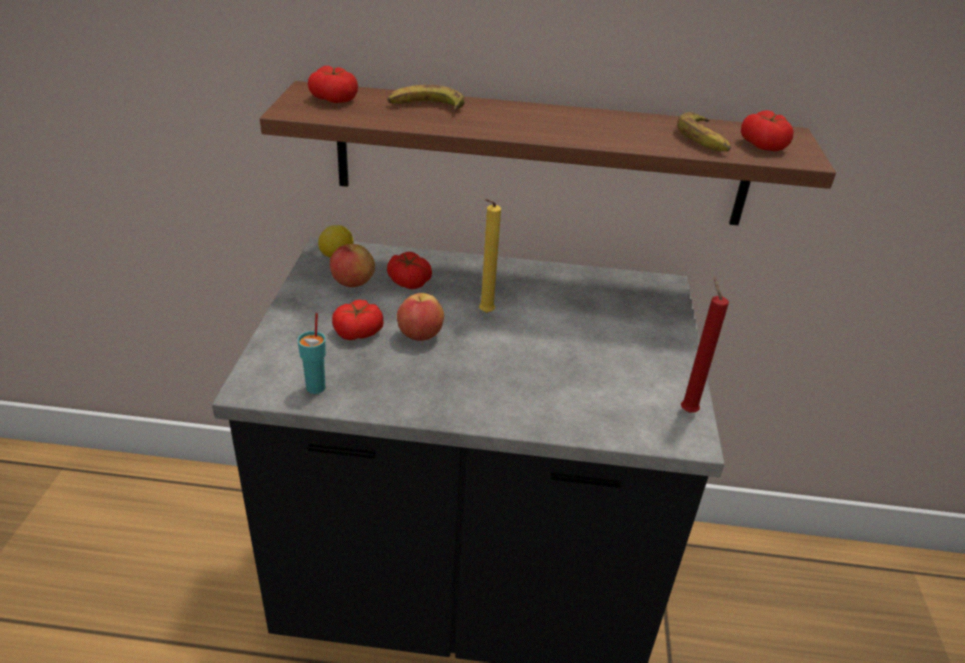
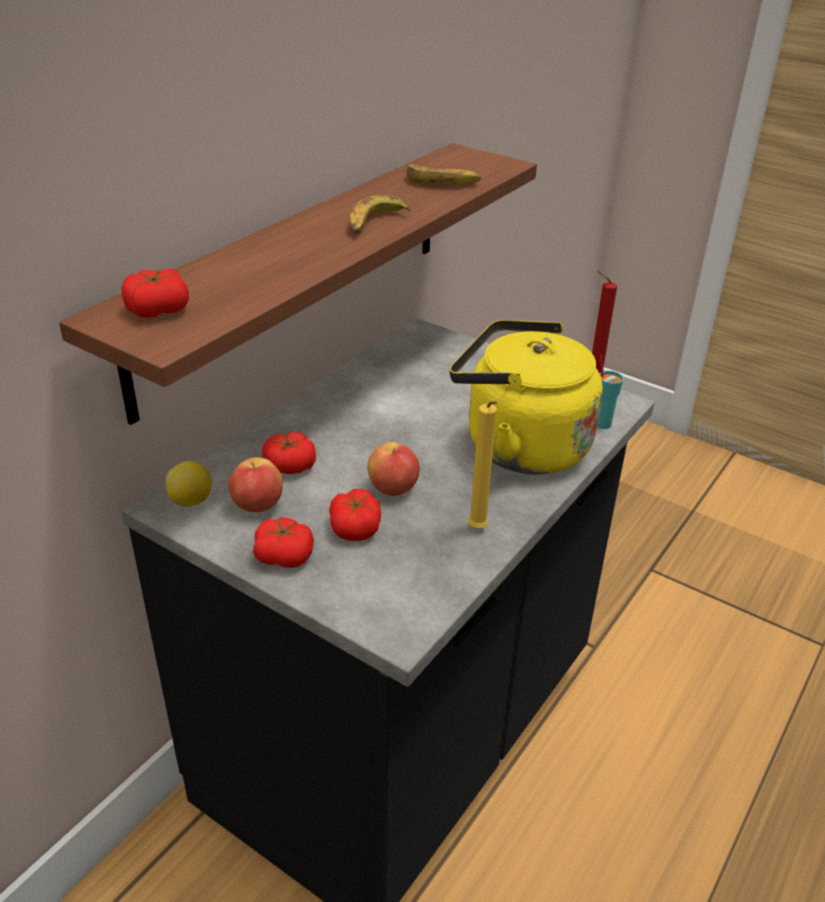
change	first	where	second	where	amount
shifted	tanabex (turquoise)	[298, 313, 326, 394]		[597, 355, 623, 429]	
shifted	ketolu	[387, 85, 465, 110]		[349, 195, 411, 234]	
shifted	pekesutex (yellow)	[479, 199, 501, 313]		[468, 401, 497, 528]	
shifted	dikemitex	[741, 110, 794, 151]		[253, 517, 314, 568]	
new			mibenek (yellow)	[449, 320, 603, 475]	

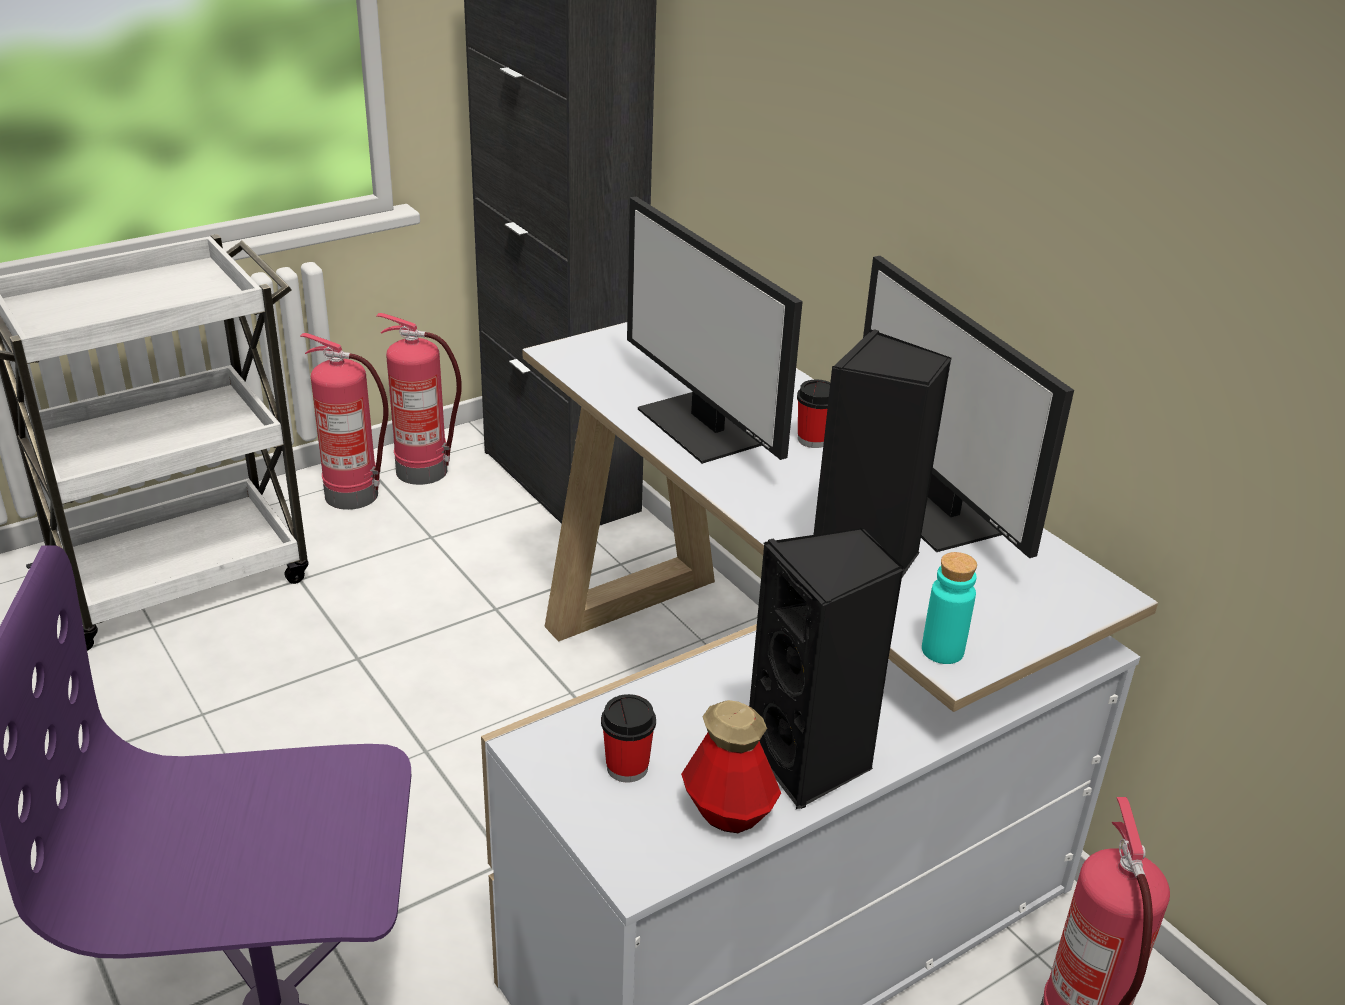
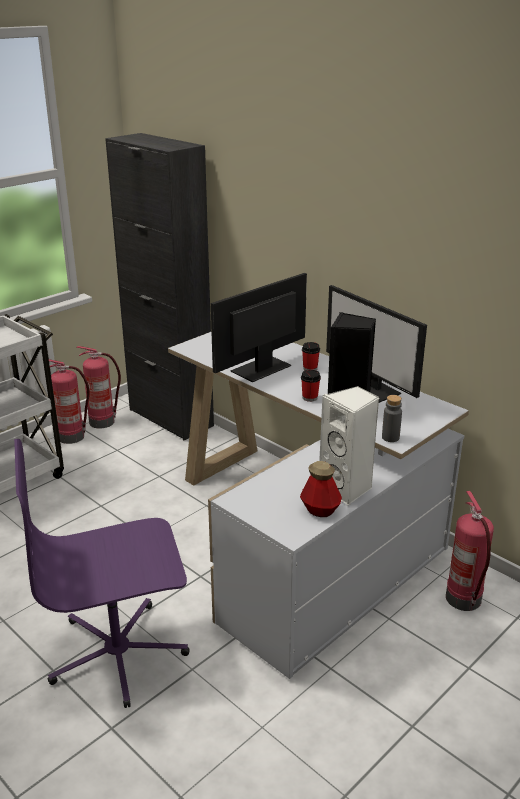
change	first	where	second	where	amount
shifted	tanabex	[601, 694, 656, 783]		[301, 370, 321, 402]	
rotated	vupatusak	[627, 196, 803, 464]		[211, 273, 307, 382]	90 degrees clockwise
repainted	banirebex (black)	[749, 528, 905, 809]	banirebex (white)	[319, 386, 379, 505]	
repainted	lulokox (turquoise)	[922, 552, 977, 664]	lulokox (grey)	[382, 395, 402, 442]	

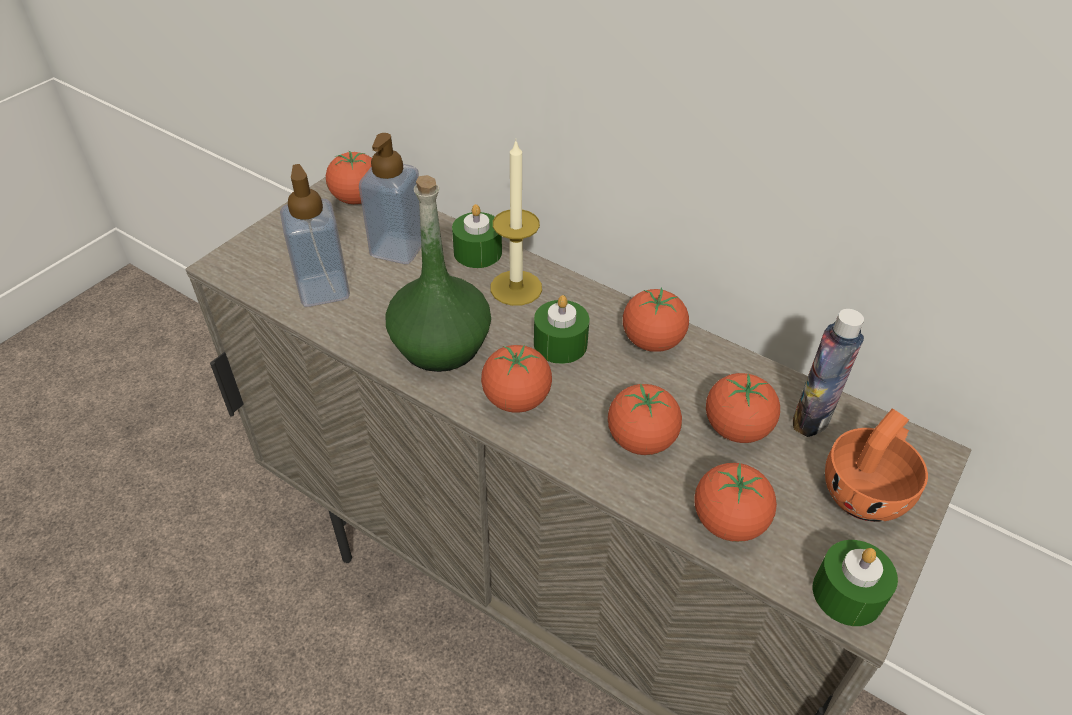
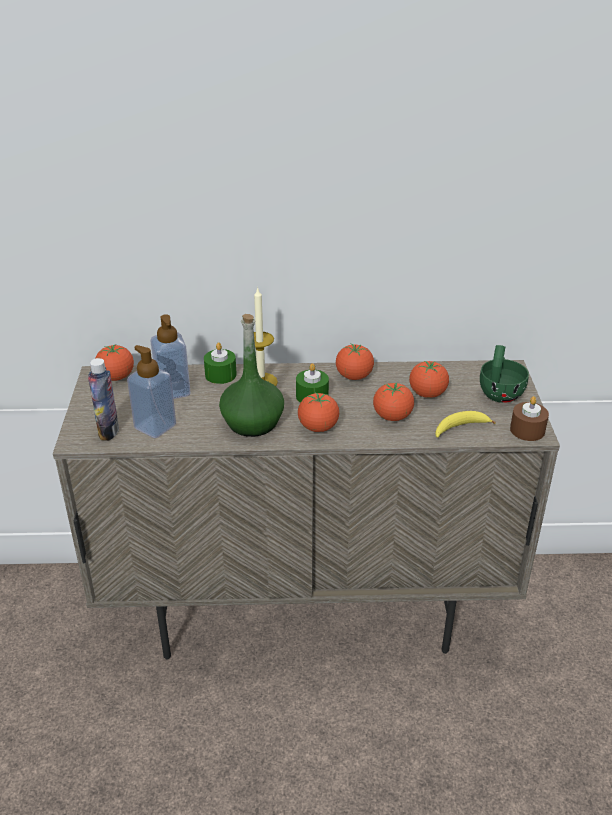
change	first	where	second	where	amount
swapped	dikemitex	[694, 463, 777, 542]	ketolu	[435, 411, 496, 438]	
shifted	lulokox	[793, 309, 864, 437]		[88, 358, 119, 440]	
repainted	pekesutex (green)	[813, 540, 898, 626]	pekesutex (brown)	[510, 396, 549, 441]	
repainted	tanabex (orange)	[825, 408, 928, 522]	tanabex (green)	[480, 345, 529, 403]	

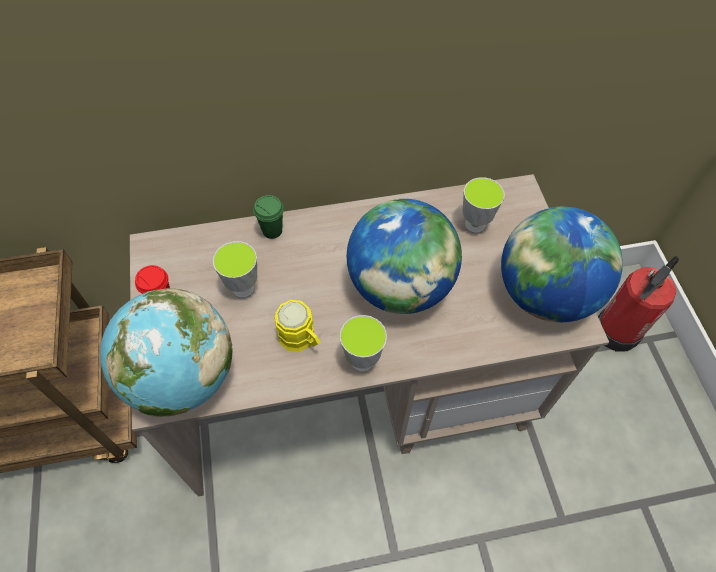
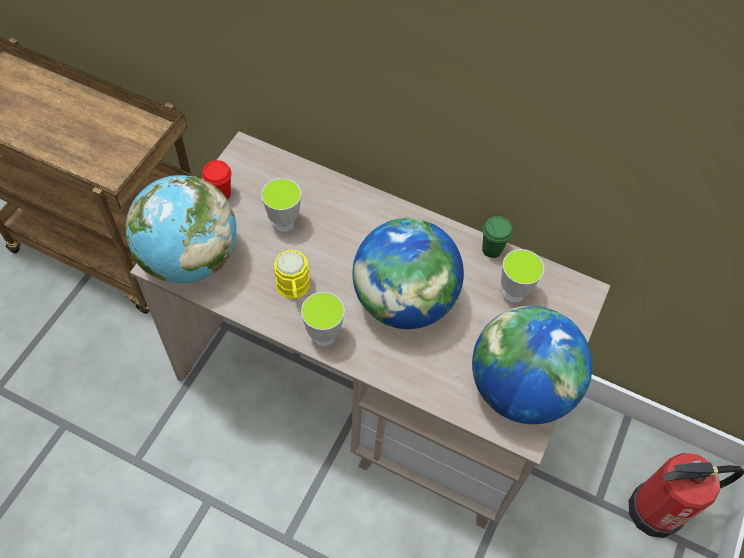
change	first	where	second	where	amount
shifted	tanabex (green)	[253, 195, 284, 239]		[482, 216, 513, 258]	

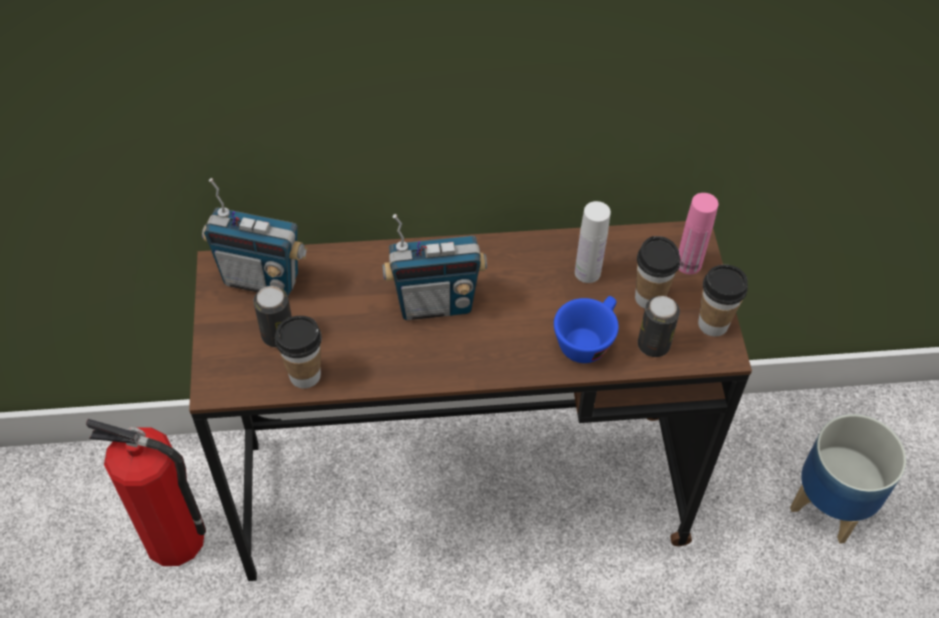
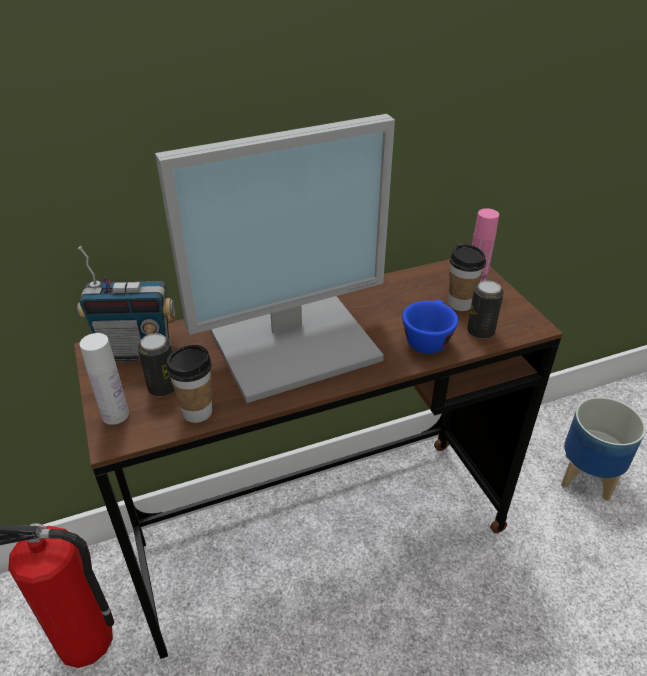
change	first	where	second	where	amount
swapped	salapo	[382, 214, 487, 320]	vupatusak	[155, 114, 395, 403]	
shifted	lulokox (white)	[575, 201, 611, 283]		[80, 333, 129, 425]	
gone	tanabex	[698, 265, 748, 337]			

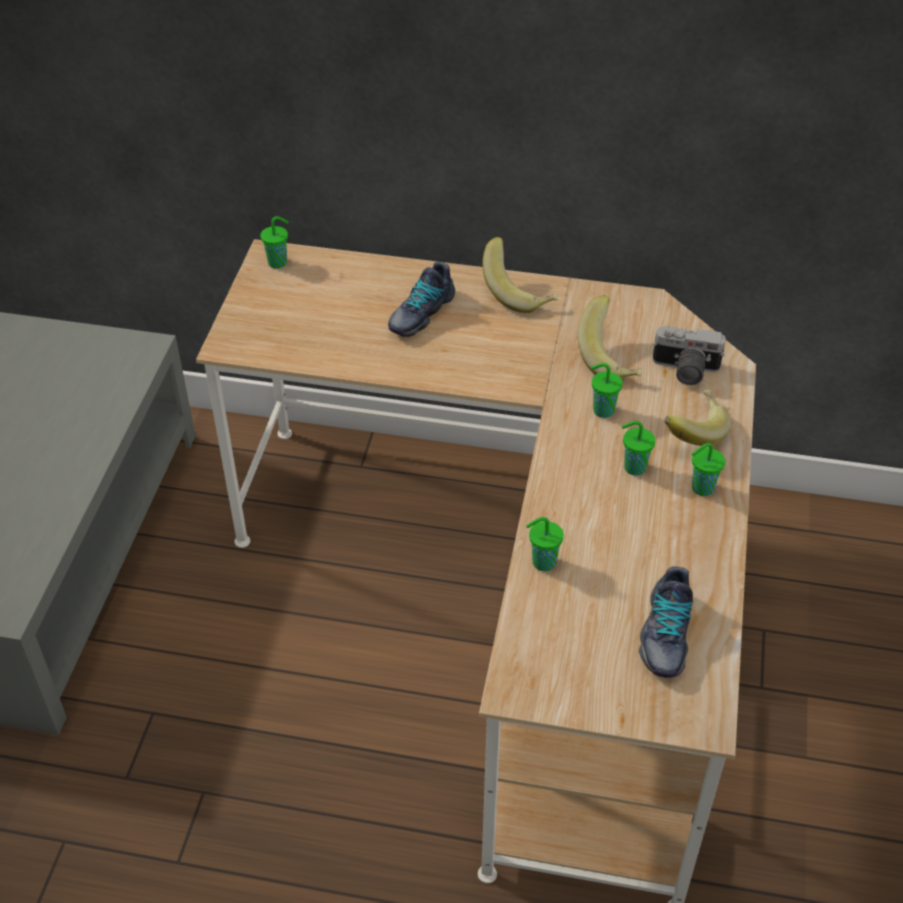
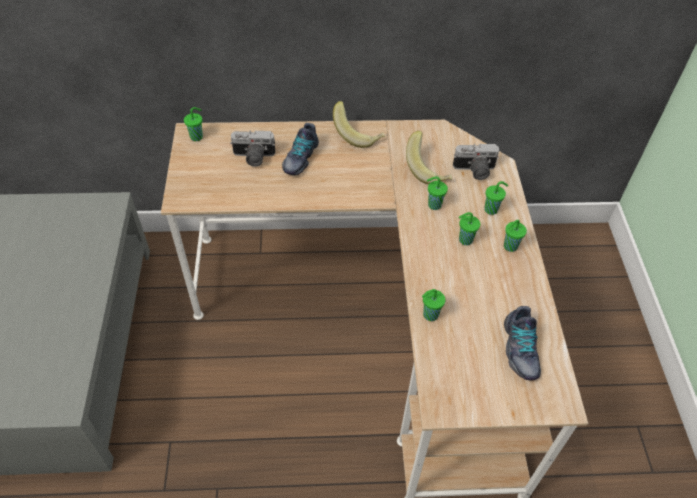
change	first	where	second	where	amount
swapped	ketolu	[664, 390, 731, 446]	tanabex (green)	[484, 181, 508, 215]	
new			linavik	[230, 130, 275, 167]	

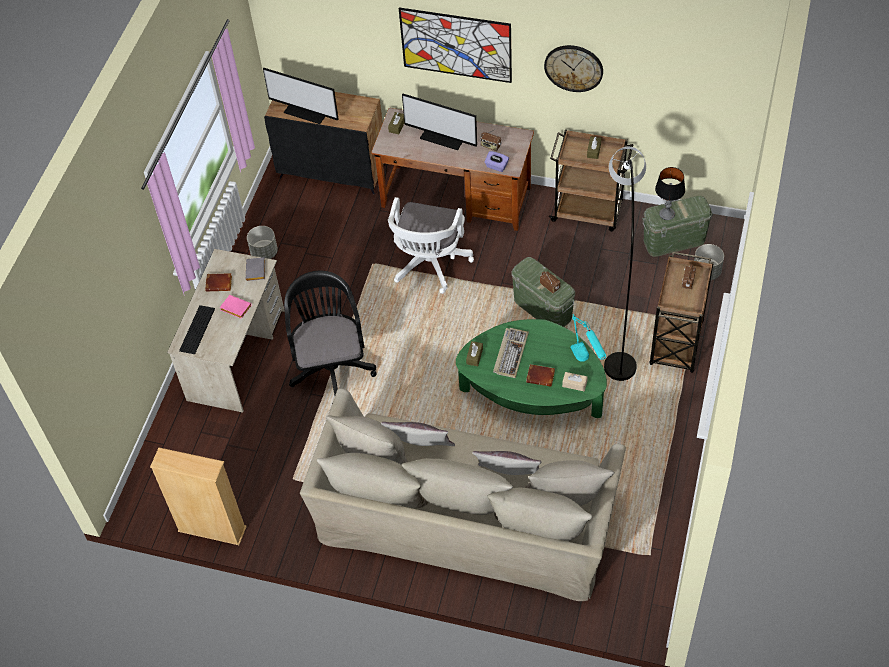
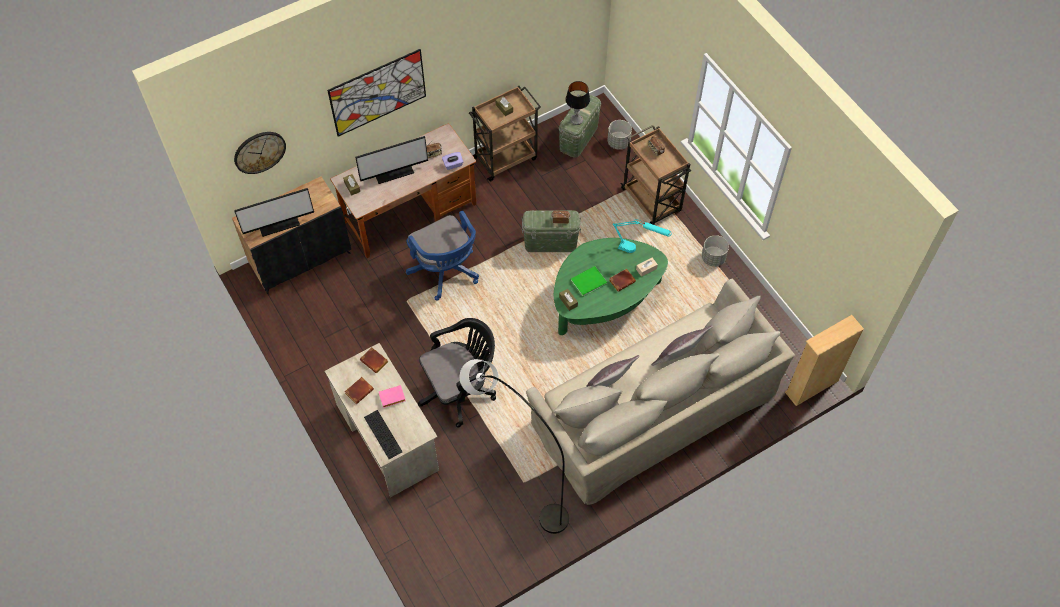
change	first	where	second	where	amount
shifted	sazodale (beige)	[150, 448, 247, 545]		[785, 315, 864, 406]	
repainted	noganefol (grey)	[246, 257, 265, 281]	noganefol (brown)	[360, 347, 388, 373]	
shifted	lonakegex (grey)	[247, 226, 278, 259]		[702, 235, 729, 267]	
rotated	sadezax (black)	[284, 271, 376, 403]		[418, 318, 496, 428]	120 degrees clockwise
repainted	sadezax (white)	[388, 197, 474, 294]	sadezax (blue)	[406, 210, 479, 300]	
swapped	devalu	[493, 328, 529, 378]	noganefol (green)	[570, 266, 607, 297]	
shifted	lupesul	[544, 45, 603, 92]		[234, 132, 286, 174]	
shifted	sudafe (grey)	[604, 147, 646, 381]		[460, 359, 569, 534]	

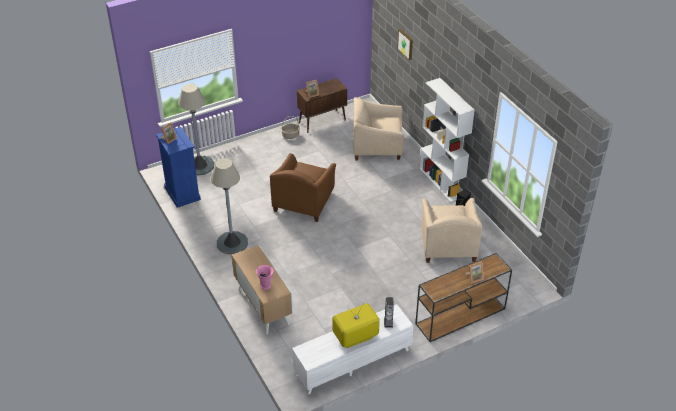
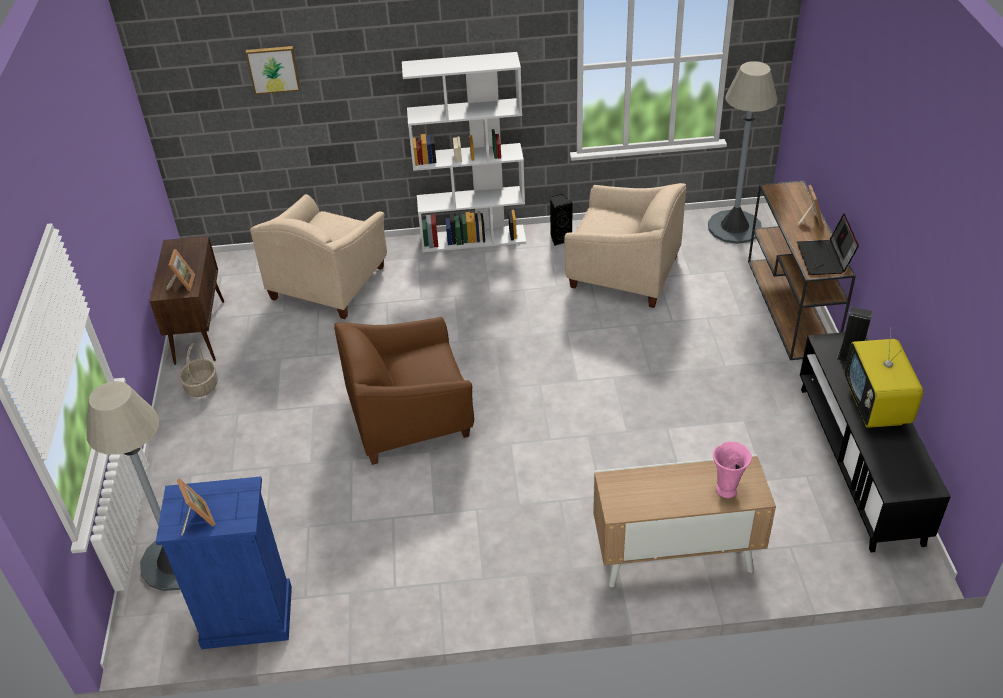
change	first	where	second	where	amount
shifted	sudafe (grey)	[211, 158, 248, 254]		[708, 61, 778, 244]	
rotated	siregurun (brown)	[270, 153, 336, 222]		[334, 317, 474, 465]	120 degrees clockwise
repainted	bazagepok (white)	[292, 304, 413, 395]	bazagepok (black)	[800, 332, 951, 552]	
new			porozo	[797, 213, 859, 275]	

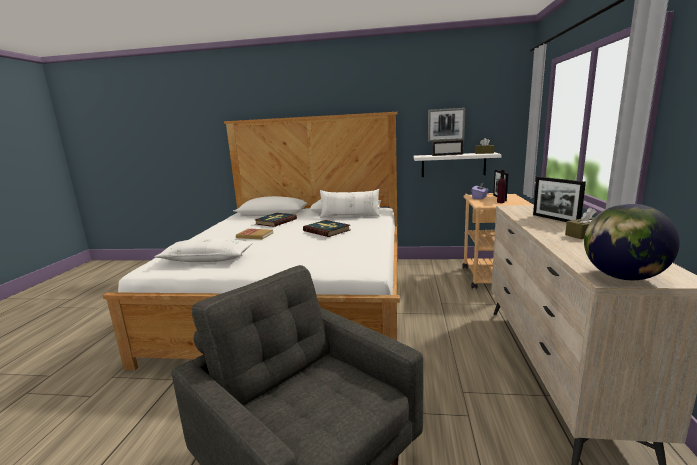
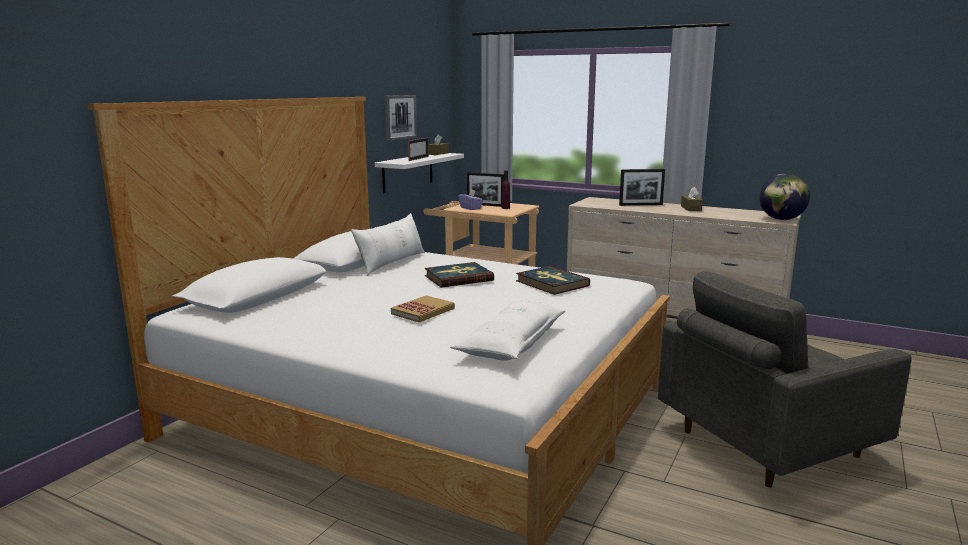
change	first	where	second	where	amount
shifted	noganefol	[255, 213, 297, 227]		[516, 266, 590, 295]	

